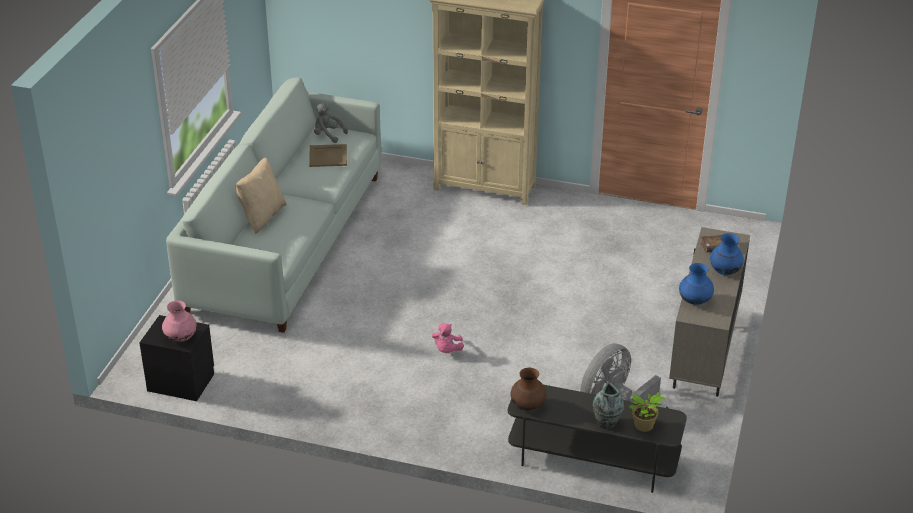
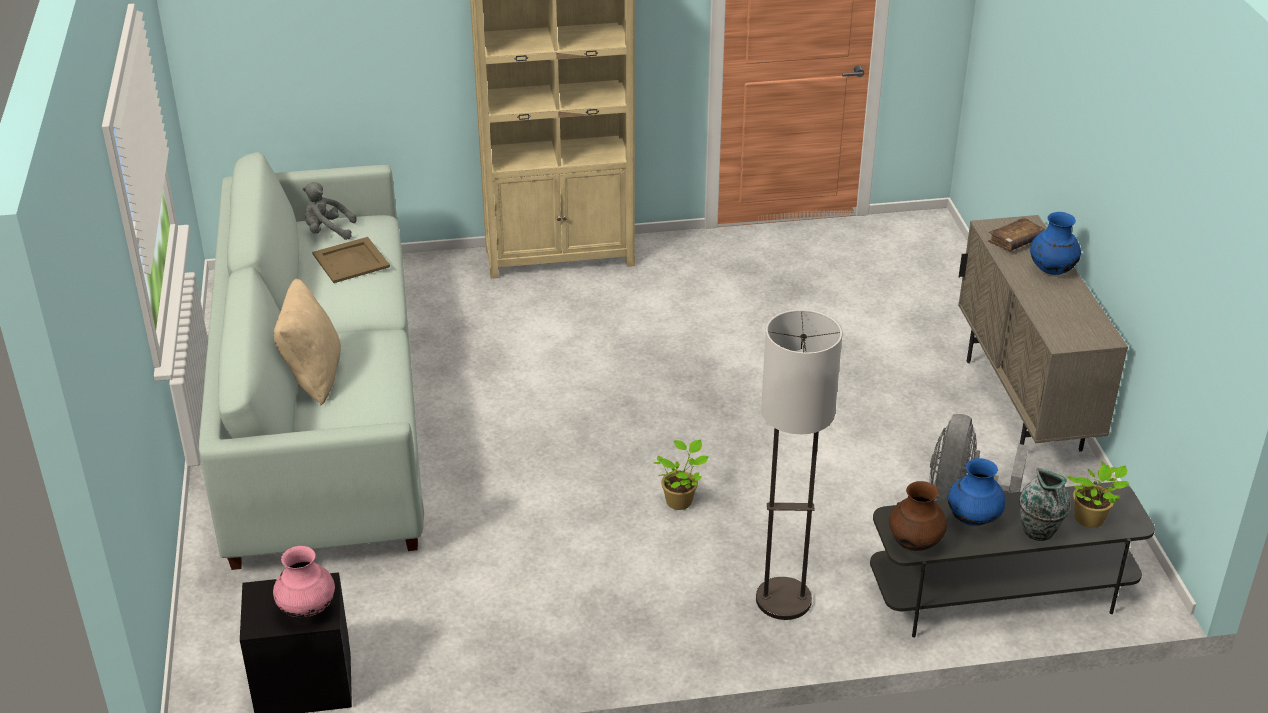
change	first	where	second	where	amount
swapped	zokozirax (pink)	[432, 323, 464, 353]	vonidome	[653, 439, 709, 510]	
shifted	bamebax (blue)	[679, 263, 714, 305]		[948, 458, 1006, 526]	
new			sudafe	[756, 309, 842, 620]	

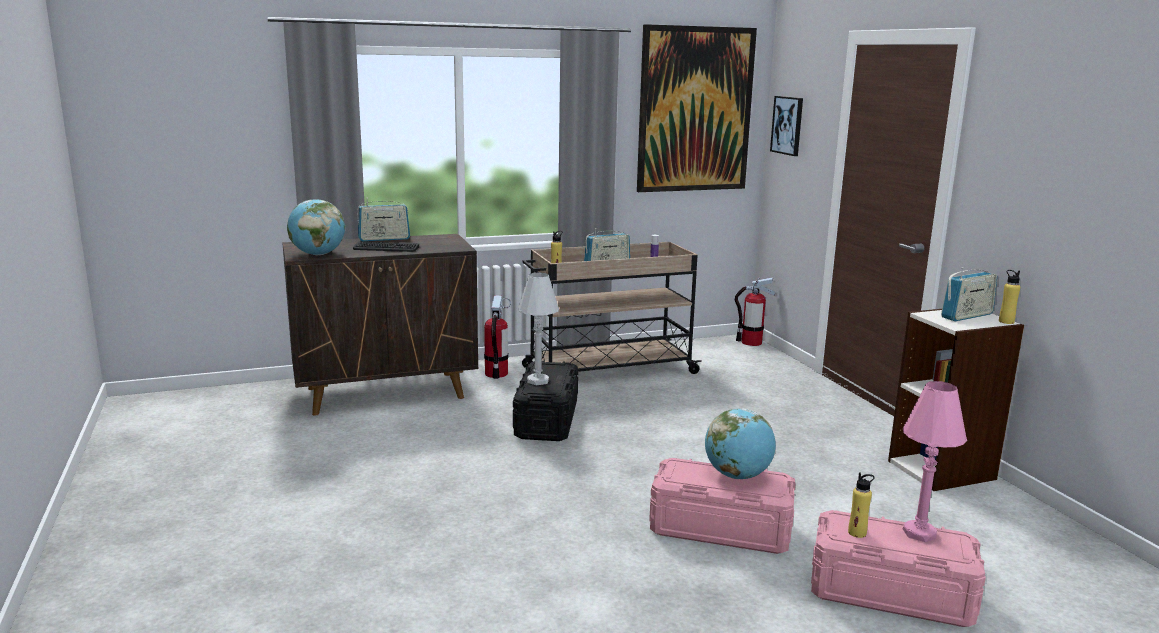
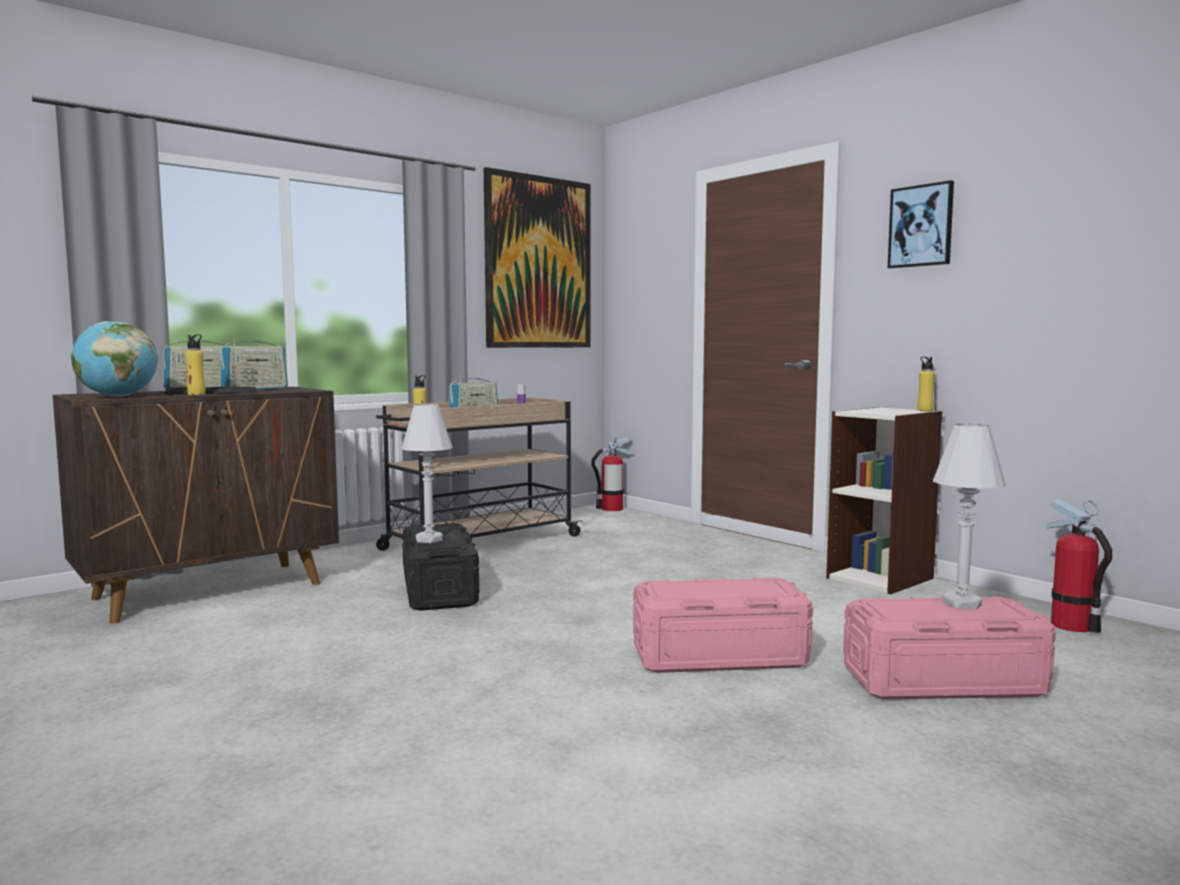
change	first	where	second	where	amount
shifted	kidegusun	[484, 296, 511, 379]		[1046, 499, 1112, 633]	
gone	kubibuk	[705, 408, 776, 479]			
shifted	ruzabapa	[770, 96, 803, 156]		[888, 180, 954, 268]	
shifted	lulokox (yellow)	[848, 472, 875, 538]		[185, 334, 205, 395]	
repainted	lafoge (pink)	[903, 381, 967, 542]	lafoge (white)	[933, 423, 1006, 609]	
shifted	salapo	[941, 267, 997, 321]		[220, 335, 288, 390]	

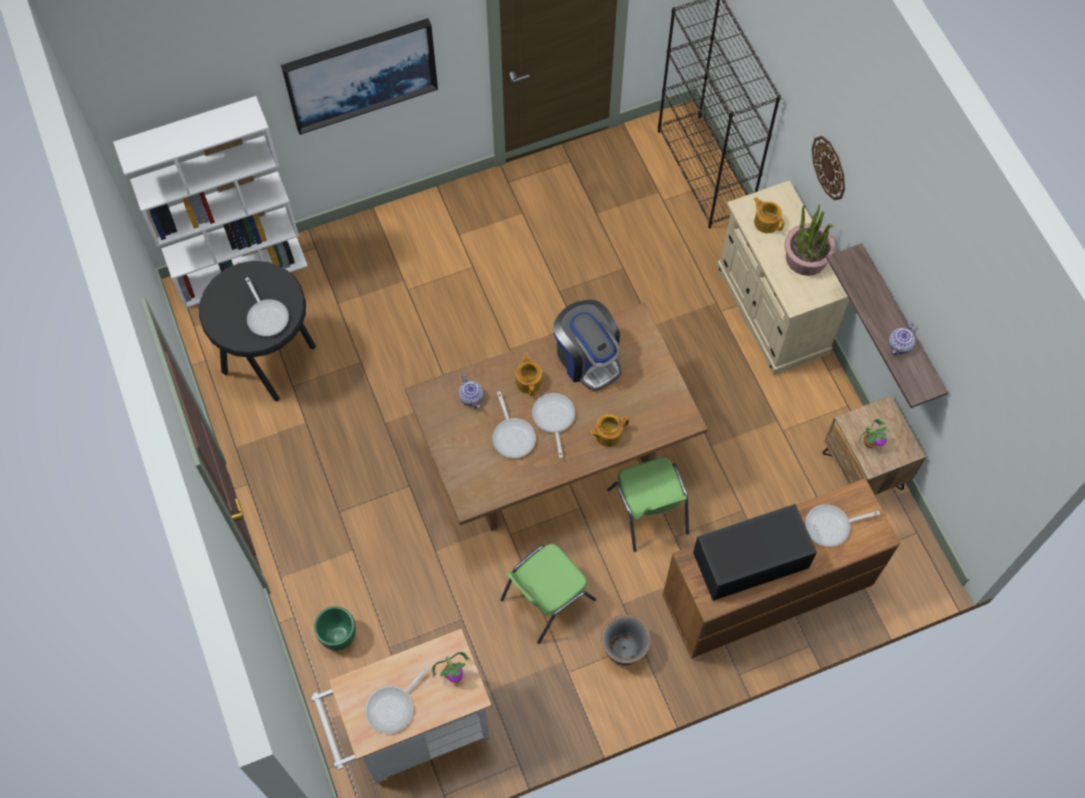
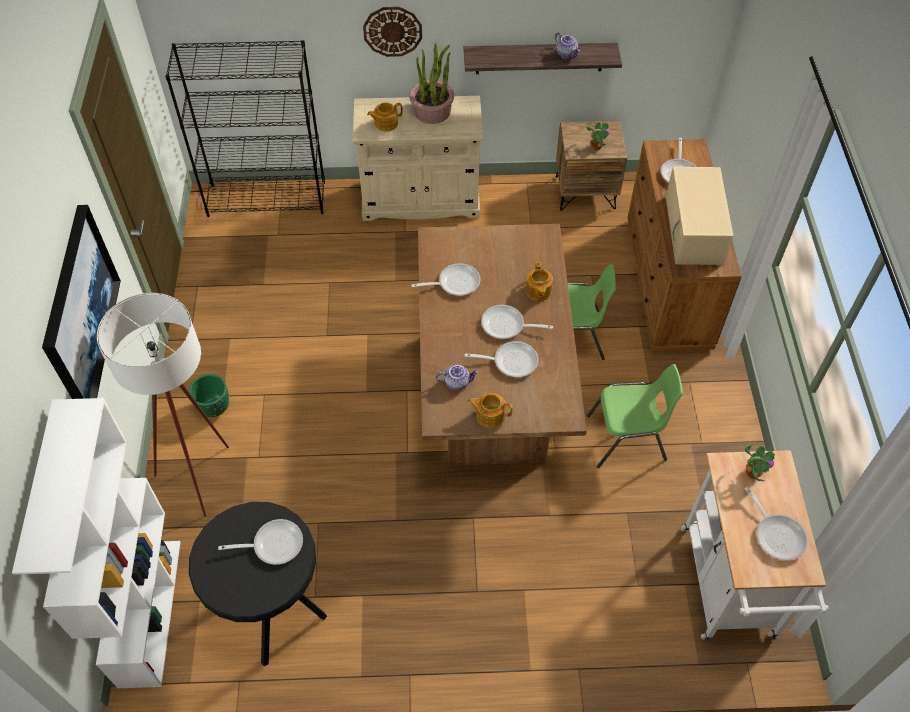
change	first	where	second	where	amount
shifted	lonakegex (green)	[314, 606, 356, 651]		[189, 374, 229, 417]	
rotated	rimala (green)	[500, 544, 596, 644]		[587, 364, 683, 468]	75 degrees counterclockwise
shifted	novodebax	[516, 353, 542, 396]		[468, 393, 513, 428]	
swapped	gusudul	[553, 300, 622, 391]	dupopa	[411, 263, 480, 296]	
gone	lonakegex (grey)	[601, 615, 651, 666]			
repainted	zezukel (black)	[693, 504, 817, 601]	zezukel (beige)	[666, 167, 733, 265]	
new			sudafe (white)	[97, 293, 229, 517]	

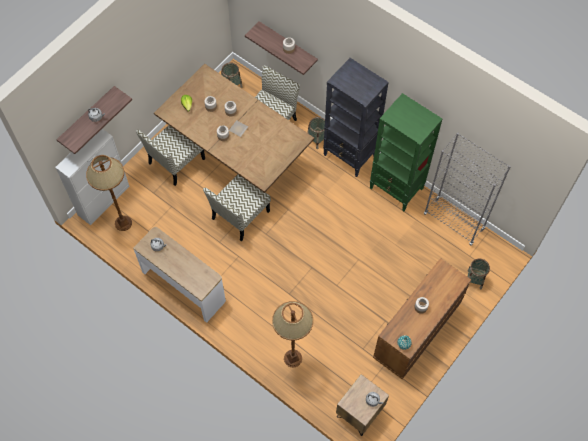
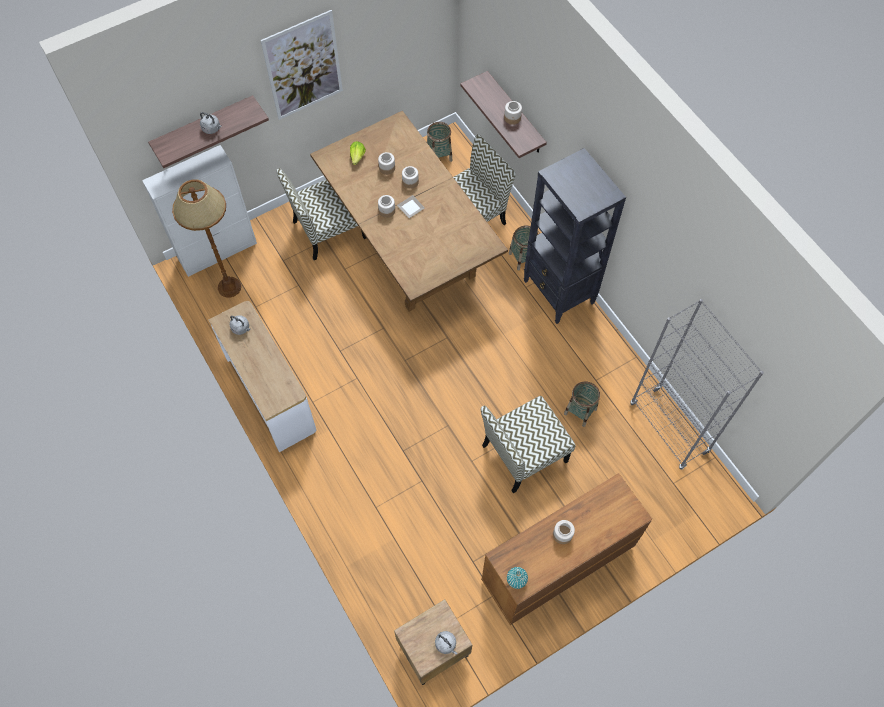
change	first	where	second	where	amount
shifted	rimala	[203, 175, 271, 242]		[481, 396, 576, 493]	
gone	sudafe (brown)	[272, 301, 313, 368]			
gone	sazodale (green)	[370, 93, 442, 211]			
shifted	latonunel	[467, 259, 490, 289]		[564, 381, 600, 427]	
new			ruzabapa	[260, 10, 343, 120]	

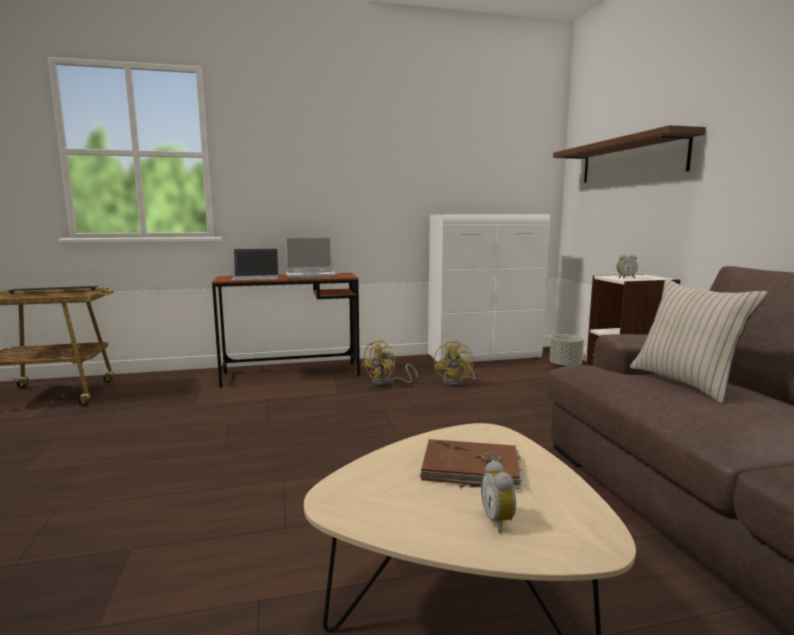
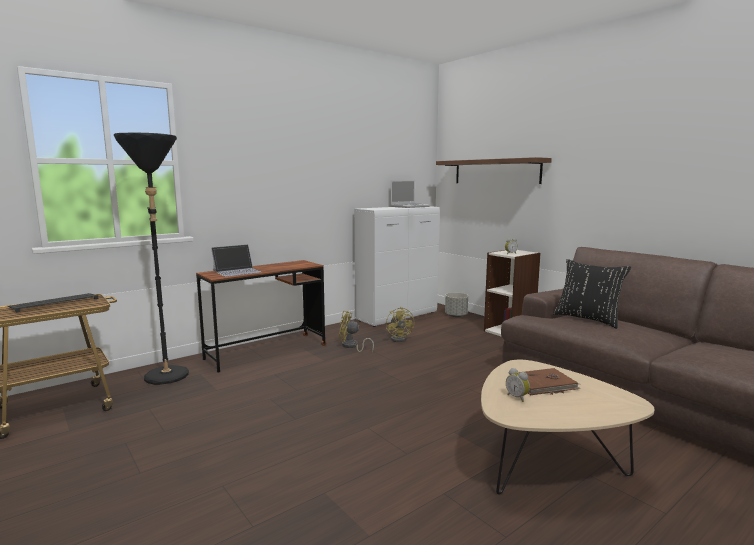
change	first	where	second	where	amount
shifted	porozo	[285, 236, 336, 278]		[390, 180, 431, 208]	
rotated	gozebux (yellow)	[362, 340, 418, 386]		[339, 311, 374, 352]	90 degrees clockwise
shifted	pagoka	[481, 460, 516, 533]		[506, 368, 530, 402]	
repainted	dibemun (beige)	[630, 279, 768, 404]	dibemun (black)	[553, 259, 631, 329]	
new			sudafe (black)	[114, 133, 189, 385]	

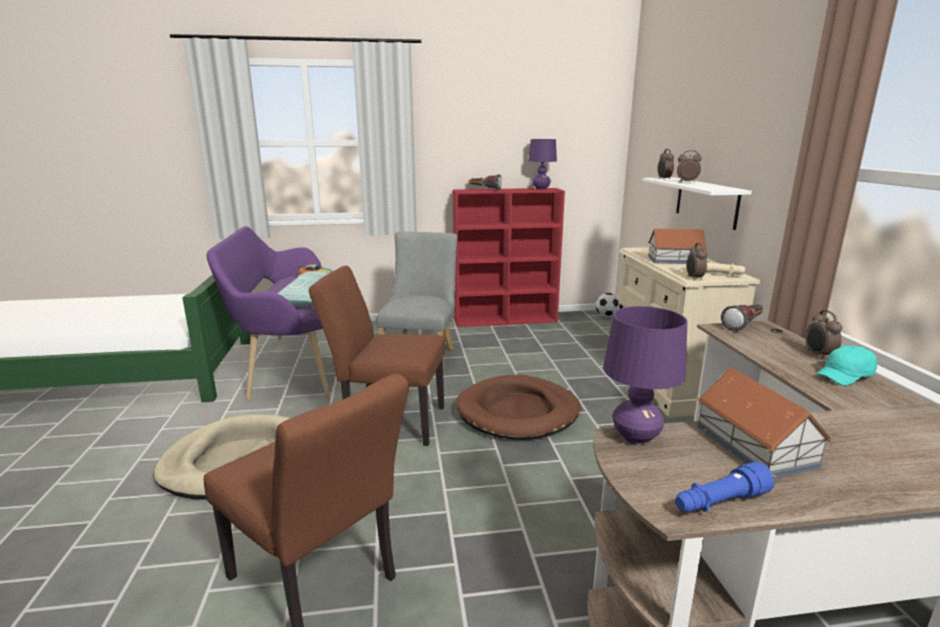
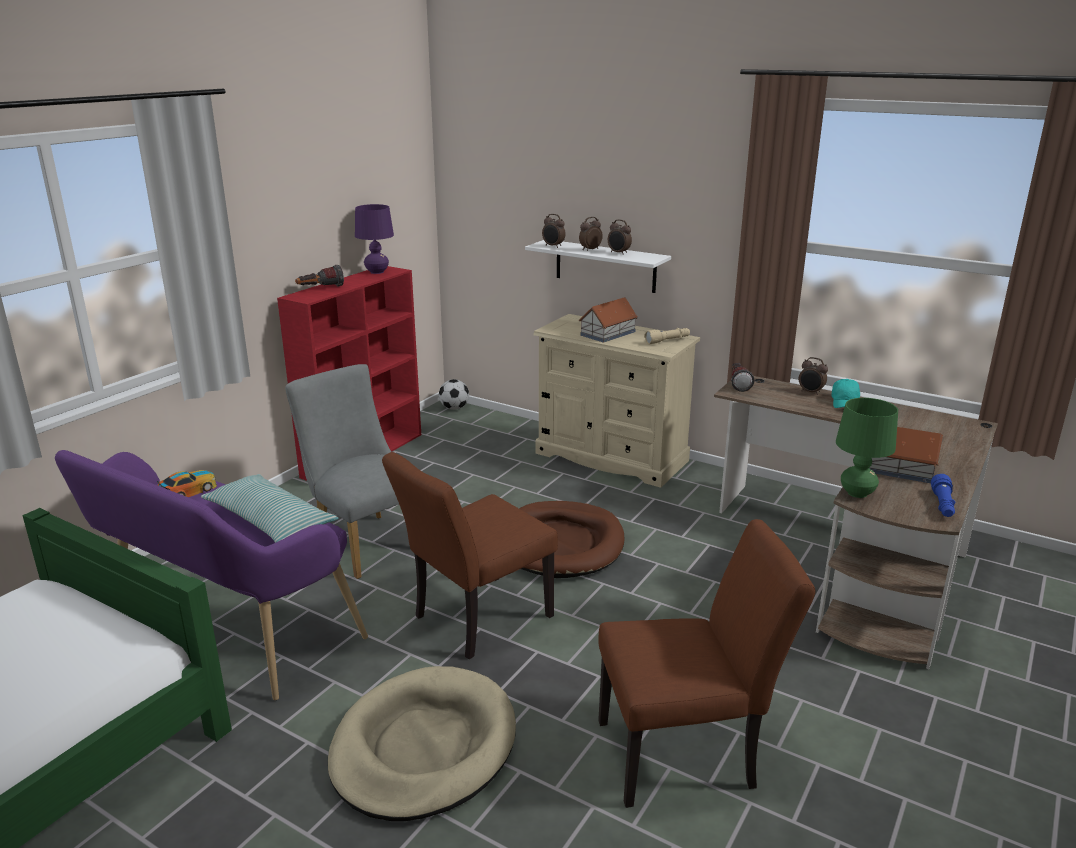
change	first	where	second	where	amount
repainted	lafoge (purple)	[603, 306, 687, 444]	lafoge (green)	[836, 398, 898, 498]	
shifted	pagoka	[686, 243, 707, 281]		[608, 219, 632, 255]	

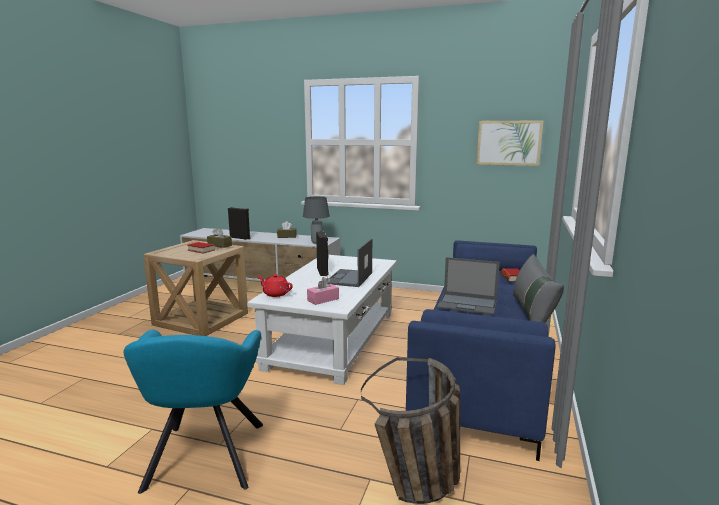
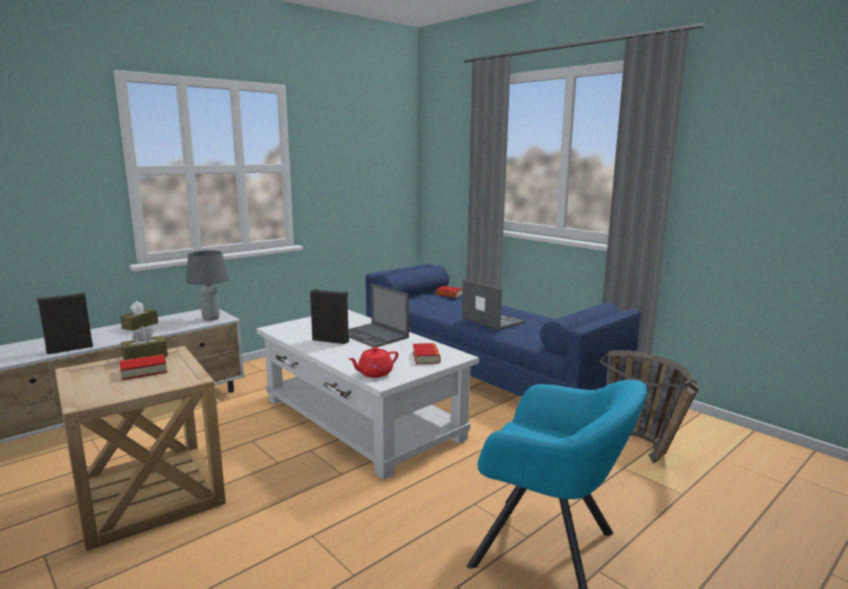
change	first	where	second	where	amount
swapped	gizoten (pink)	[307, 277, 339, 305]	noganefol	[413, 343, 440, 364]	
rotated	porozo	[437, 257, 500, 315]		[462, 280, 525, 330]	90 degrees counterclockwise
gone	ruzabapa	[476, 120, 543, 166]			
gone	dibemun (grey)	[513, 254, 564, 323]			

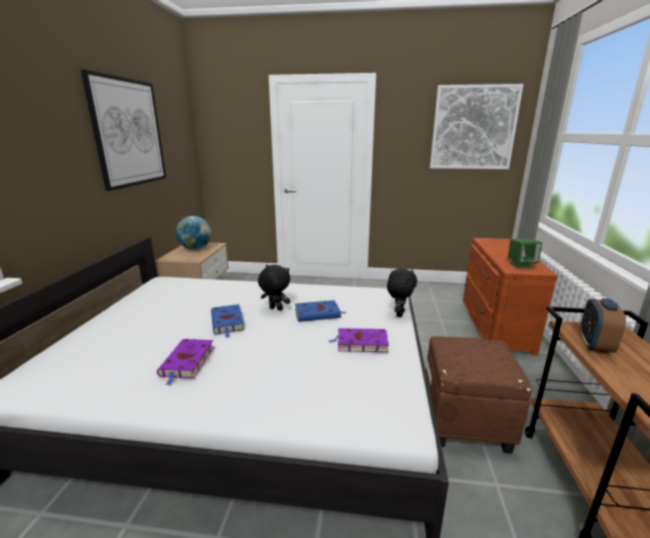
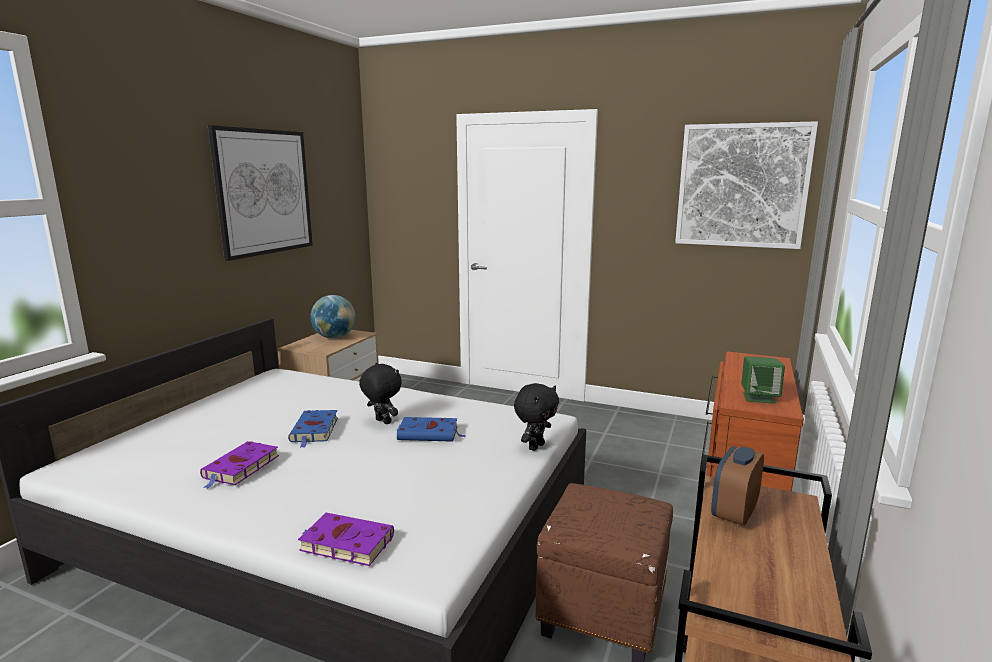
change	first	where	second	where	amount
shifted	noganefol (purple)	[329, 328, 389, 352]		[298, 513, 394, 566]	

